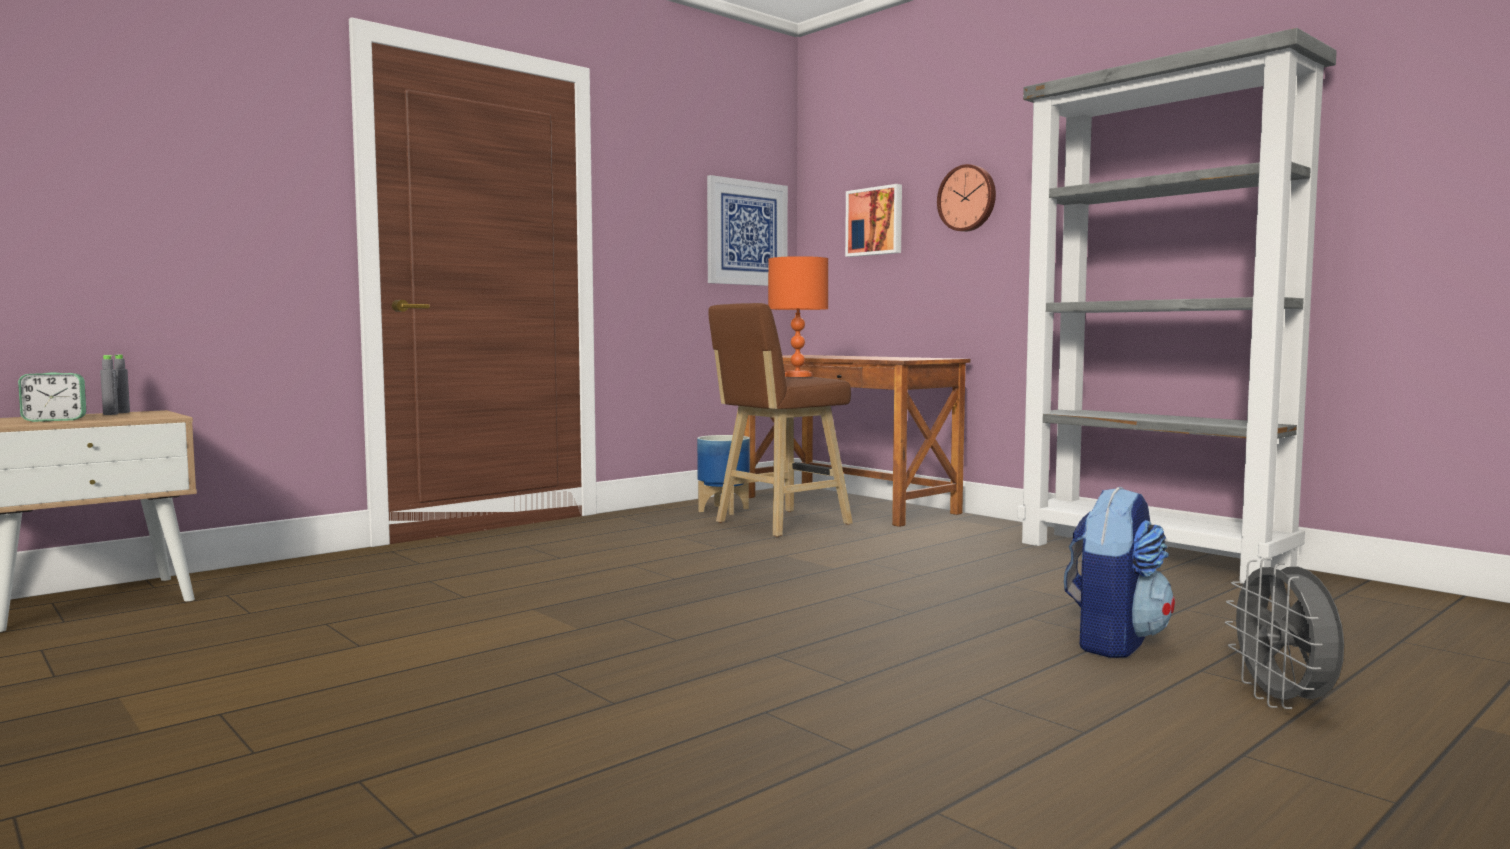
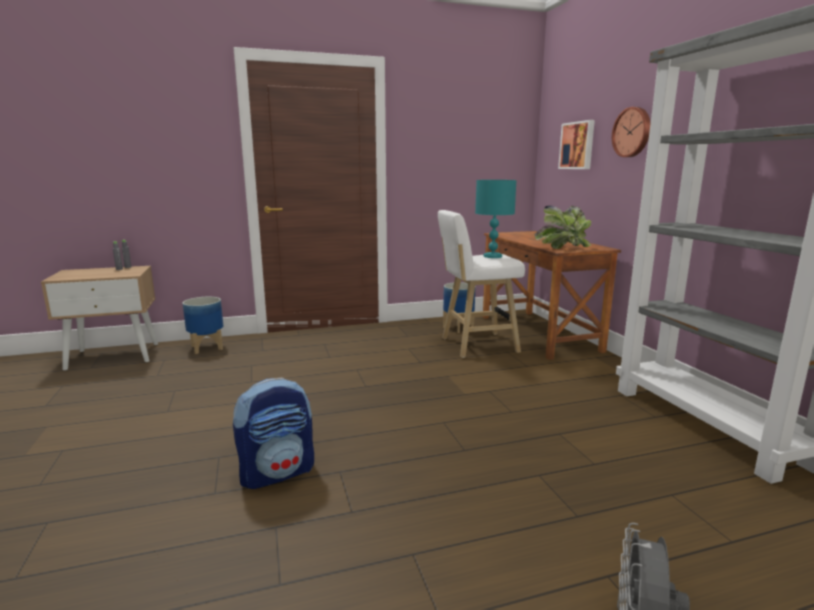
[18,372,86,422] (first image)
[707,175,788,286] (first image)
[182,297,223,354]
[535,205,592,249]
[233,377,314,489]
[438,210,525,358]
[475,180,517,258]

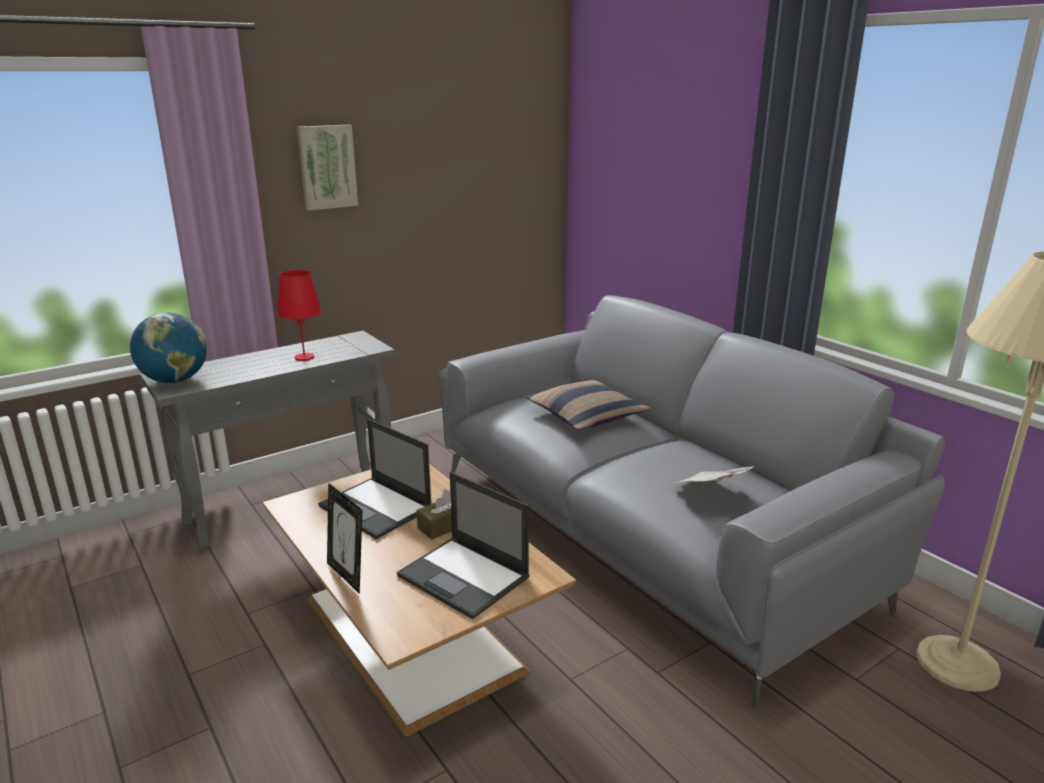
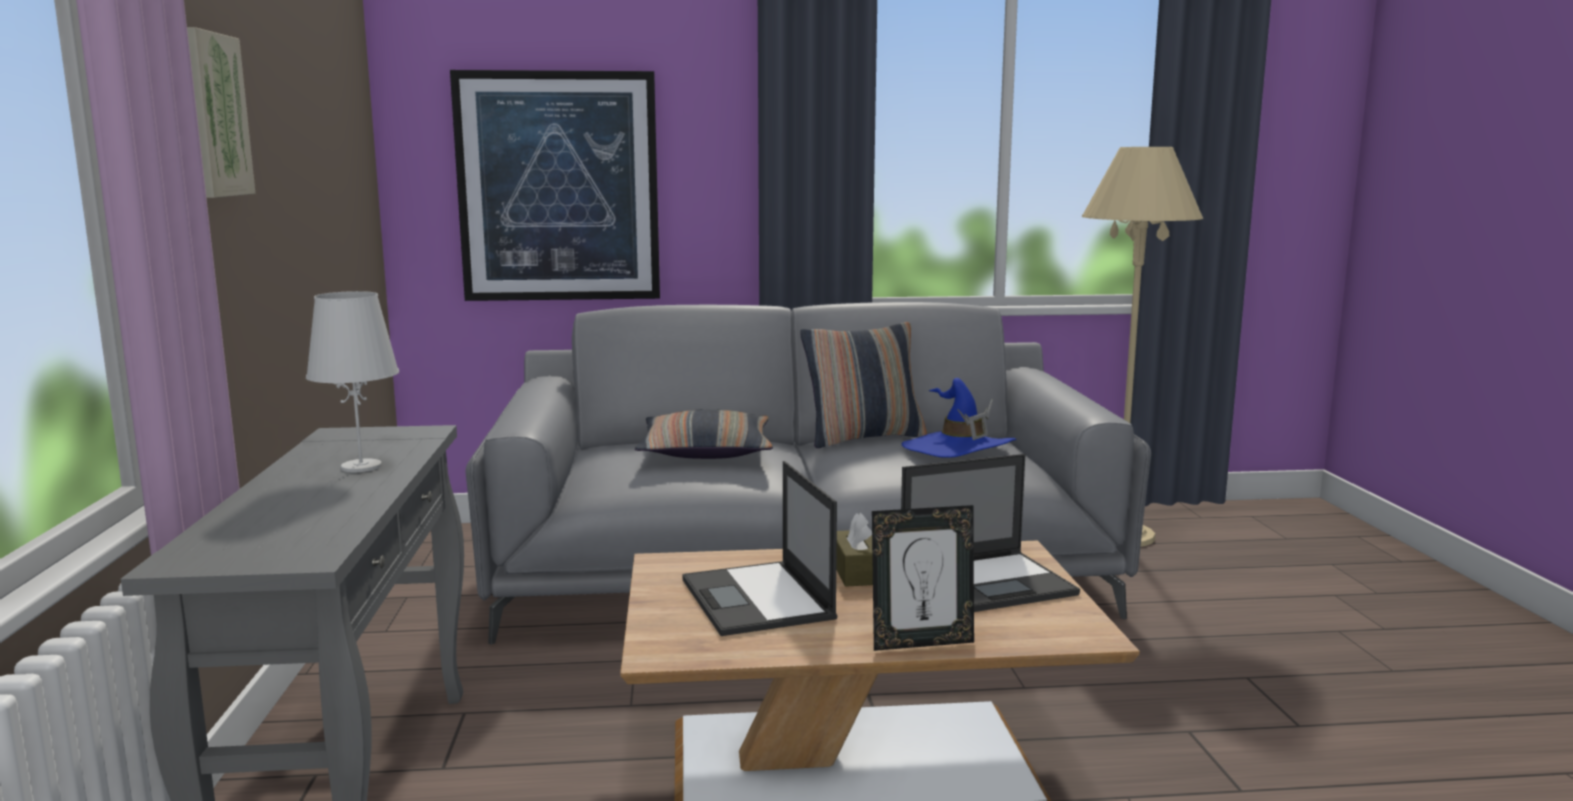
[130,312,207,383] (first image)
[450,70,660,301]
[800,322,927,448]
[902,378,1016,458]
[306,291,399,472]
[682,461,837,636]

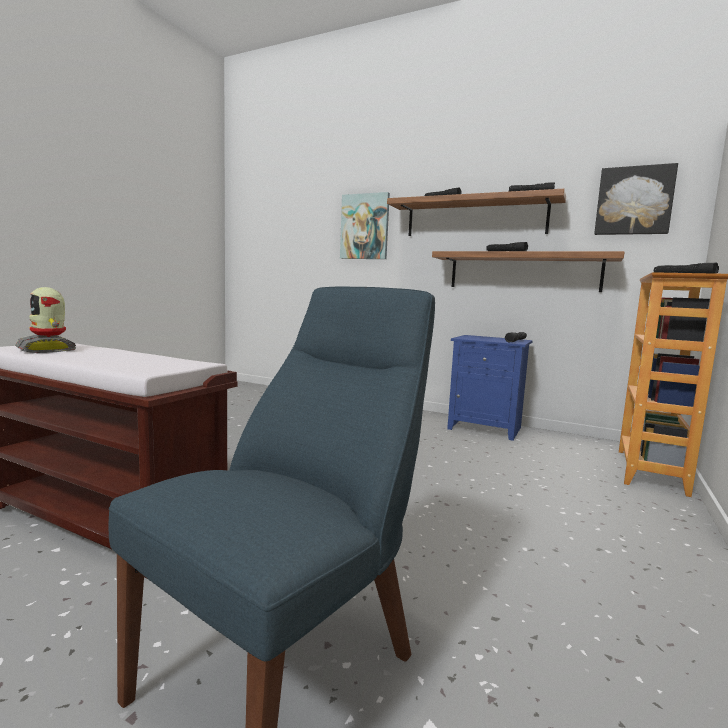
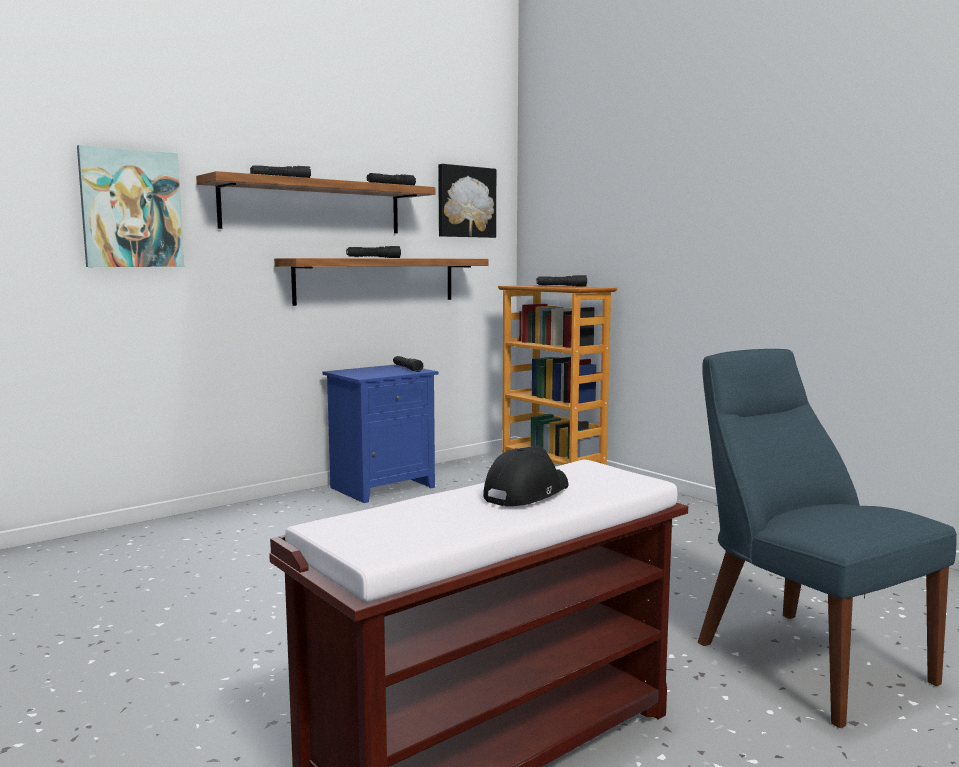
[15,287,77,353] (first image)
[483,445,568,506]

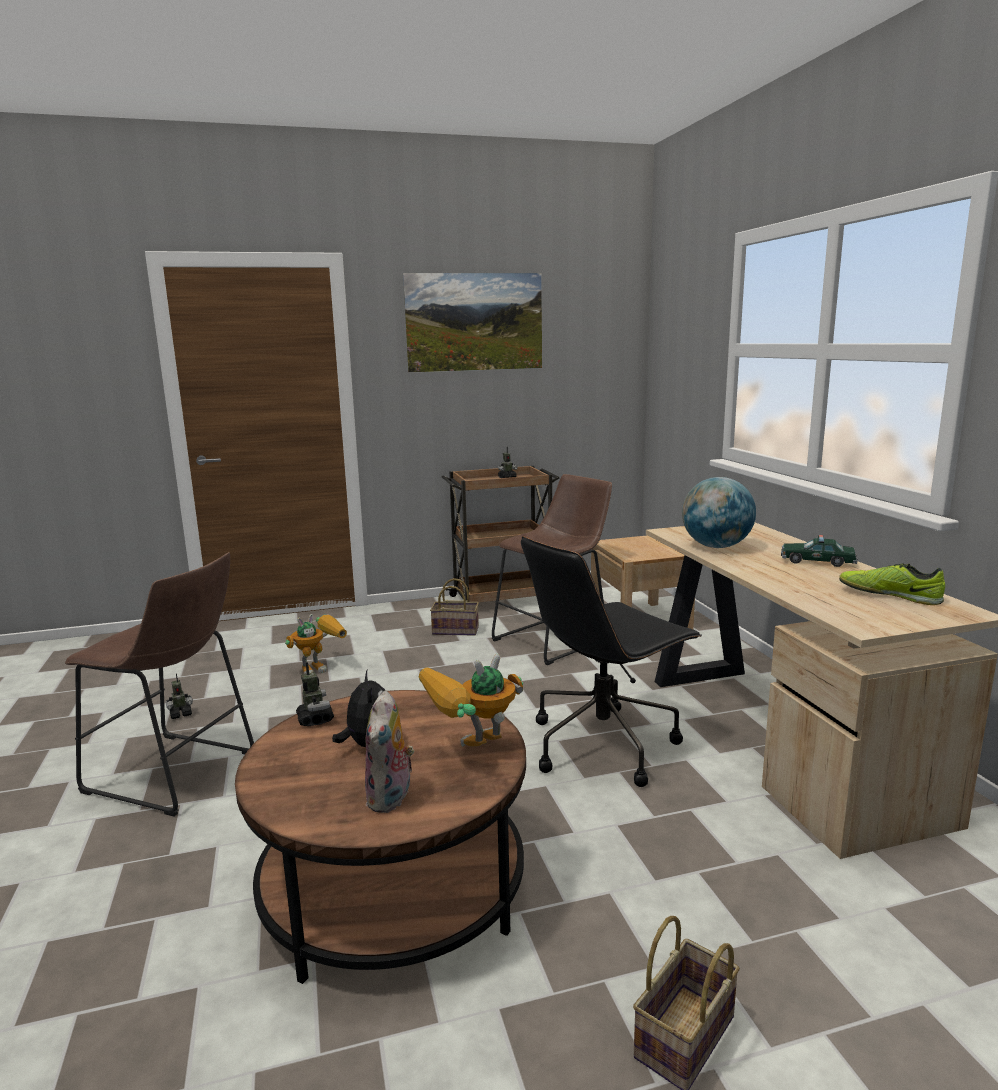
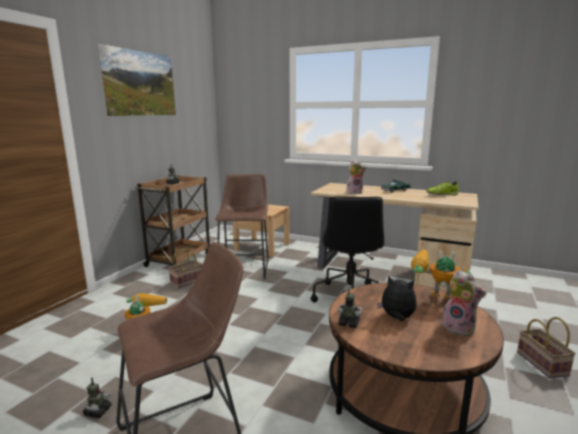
[346,160,366,194]
[411,250,470,299]

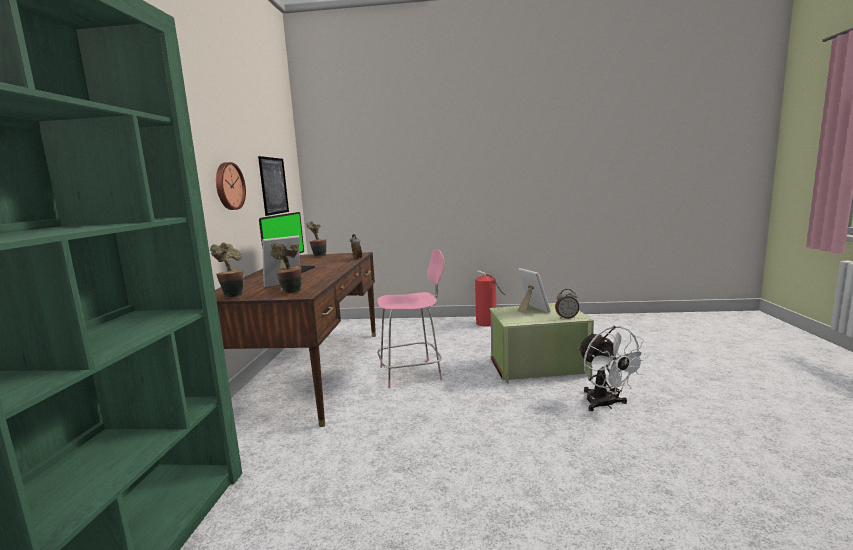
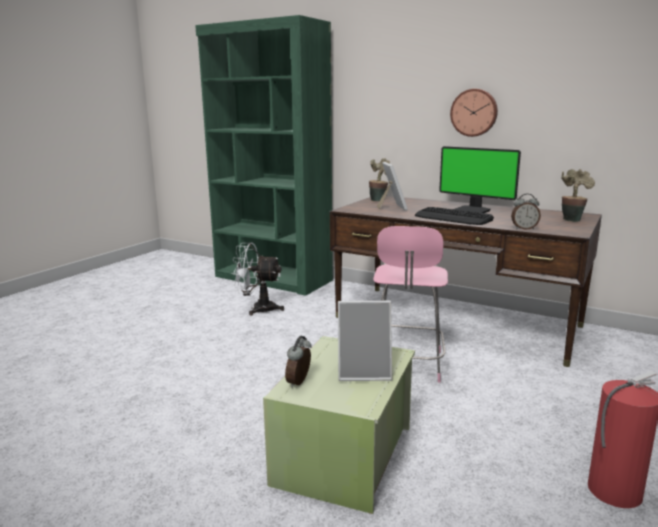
[258,156,289,216] (first image)
[270,241,302,293] (first image)
[415,207,494,225]
[232,242,284,316]

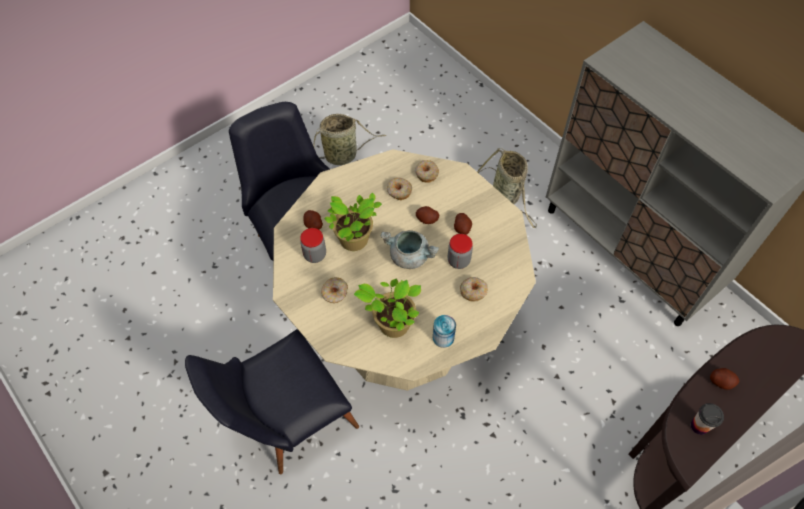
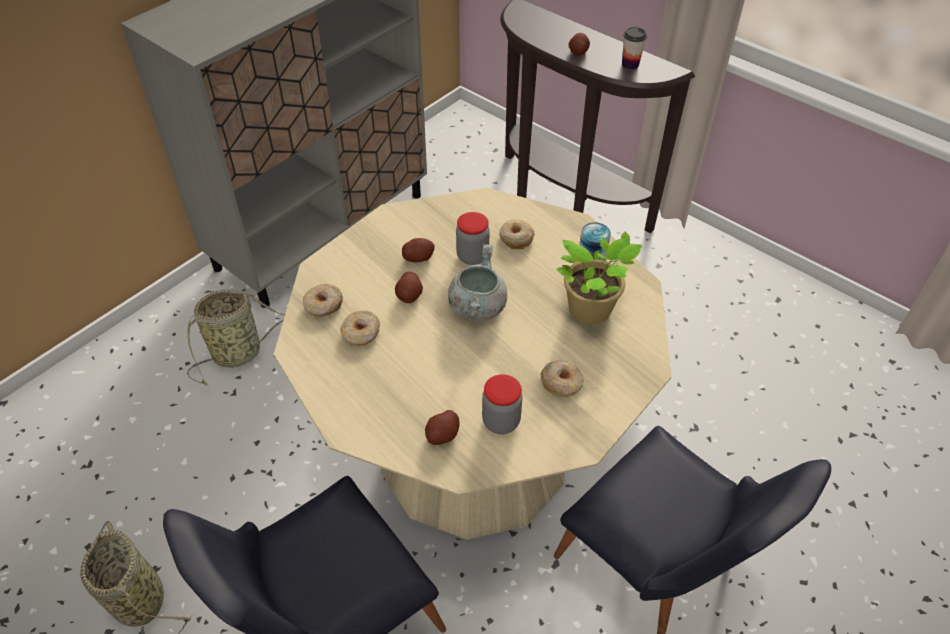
[324,192,382,251] (first image)

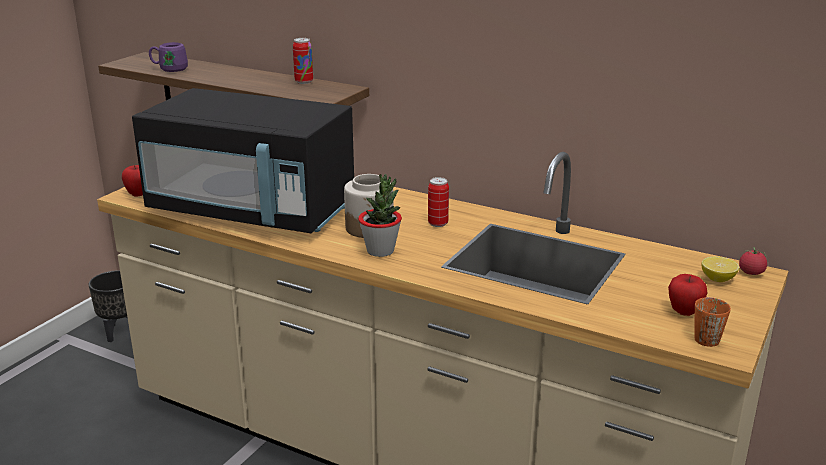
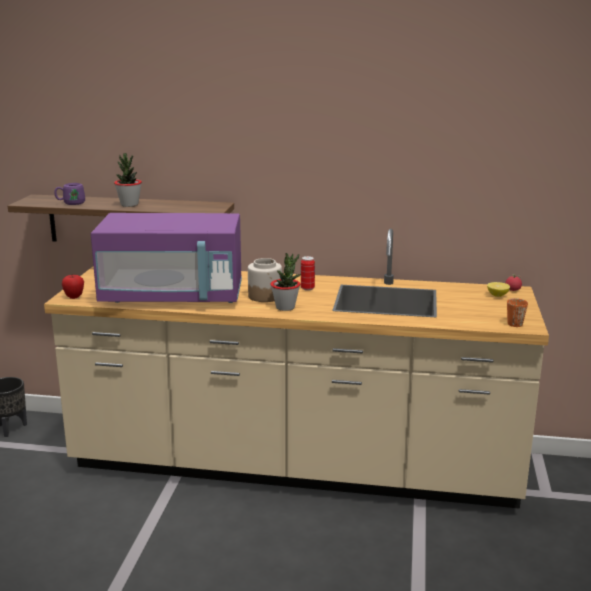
[293,38,313,84] (first image)
[668,274,707,316] (first image)
[114,153,142,207]
[91,213,242,303]

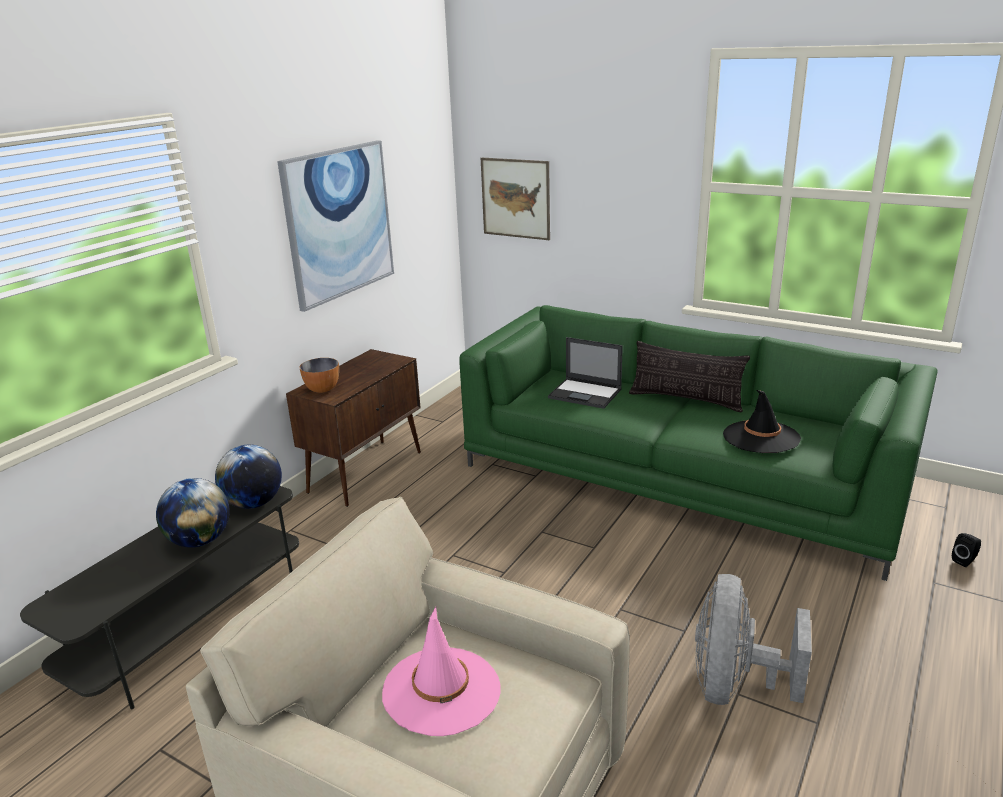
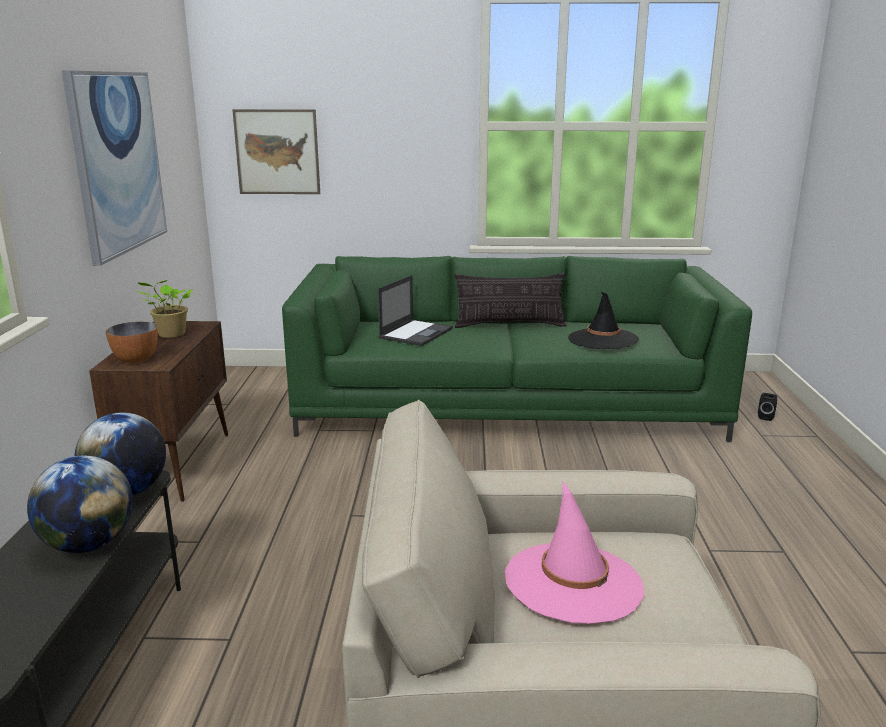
[695,574,812,705] (first image)
[135,280,193,338]
[378,275,453,346]

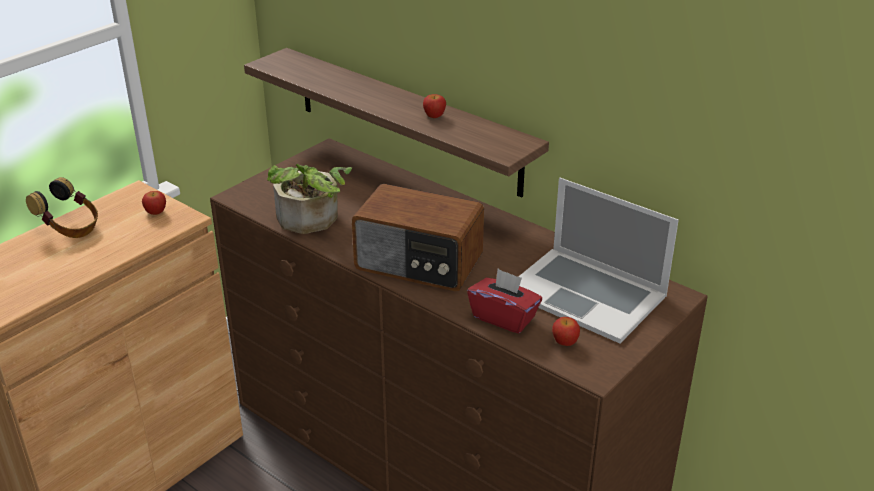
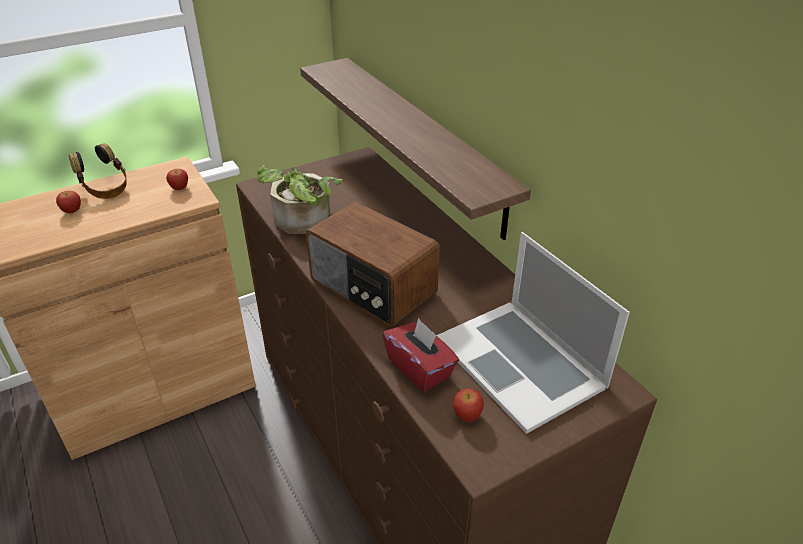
[56,191,81,213]

